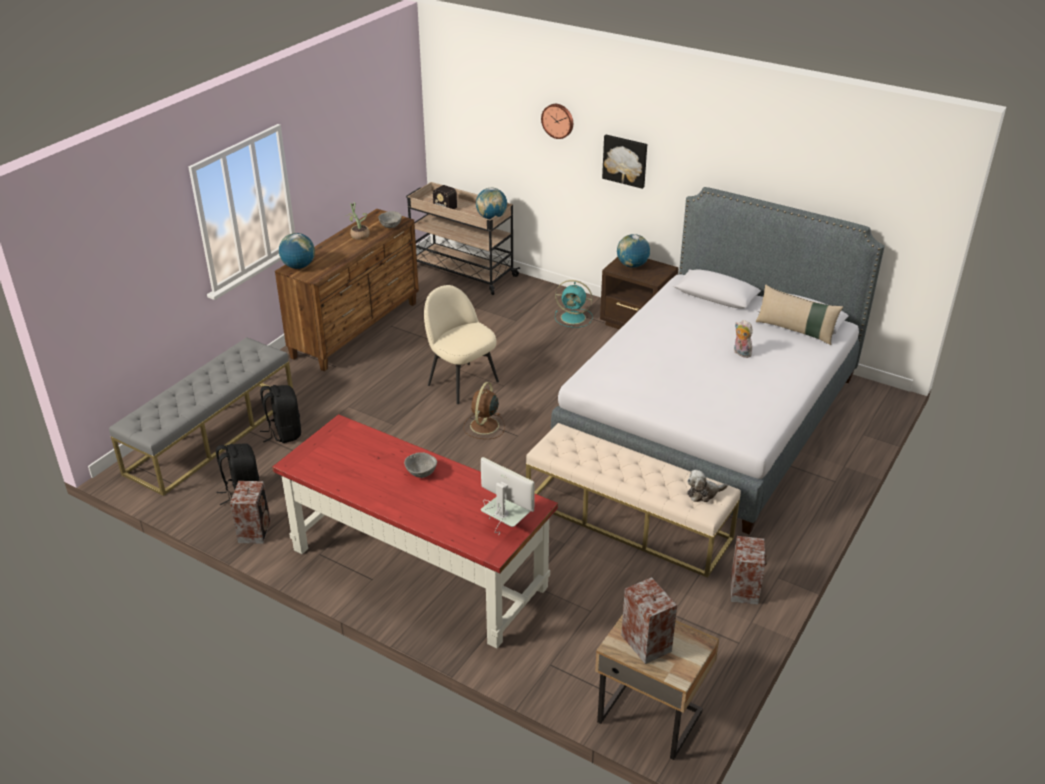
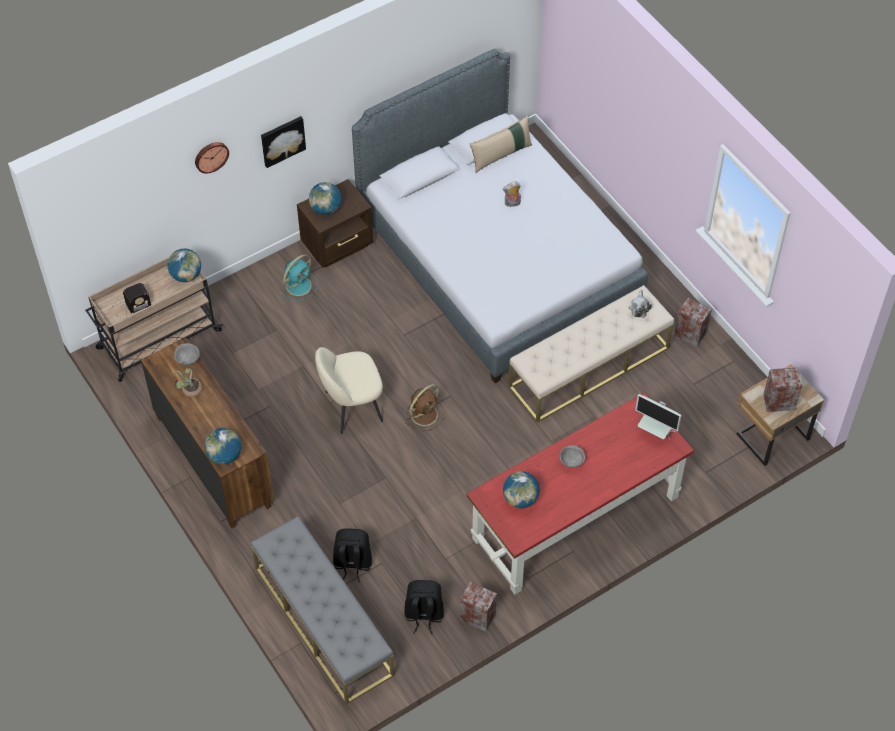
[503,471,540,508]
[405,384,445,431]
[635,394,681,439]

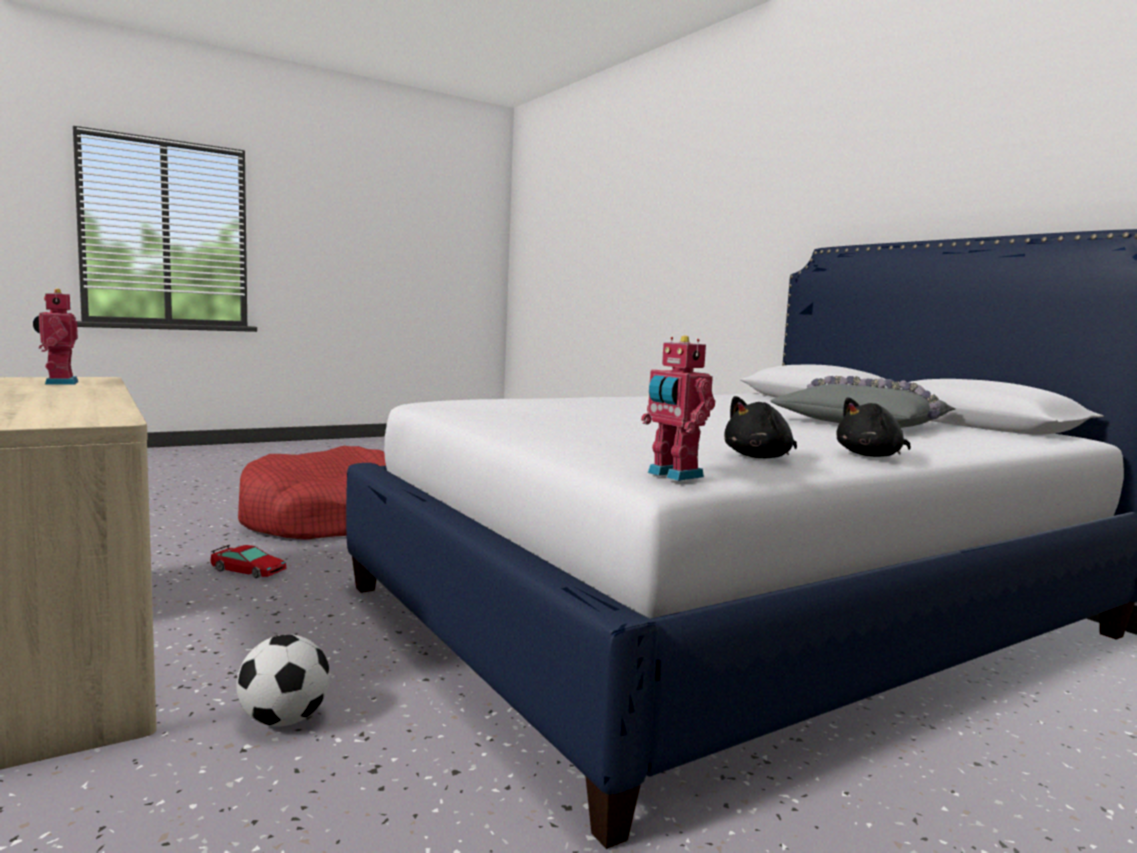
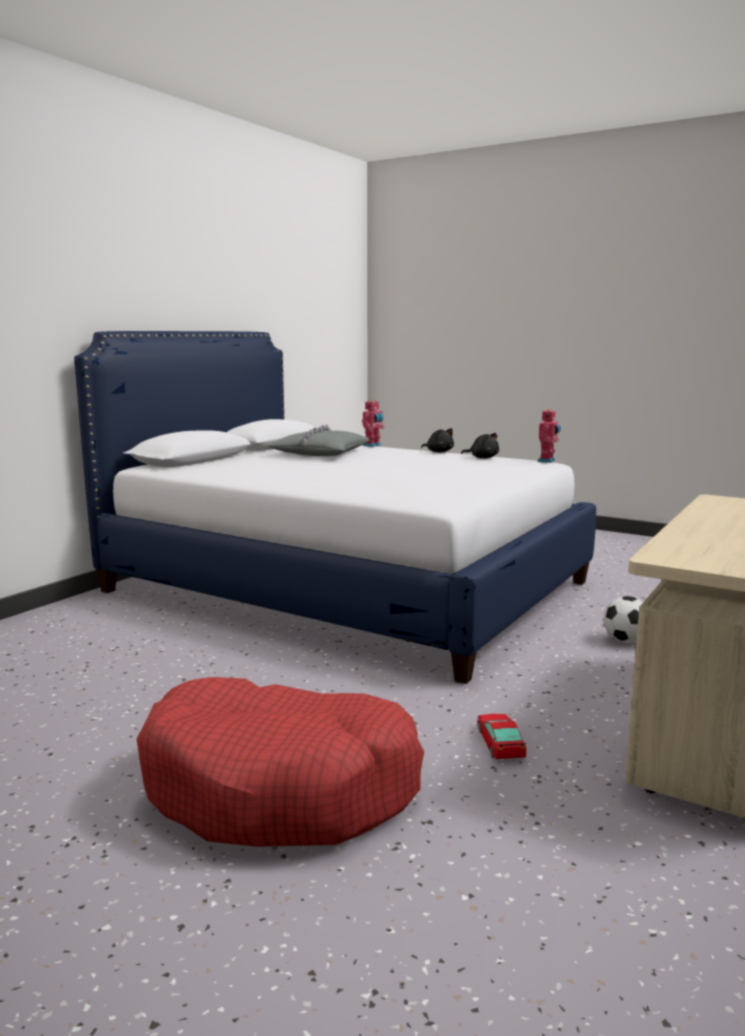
[362,399,384,447]

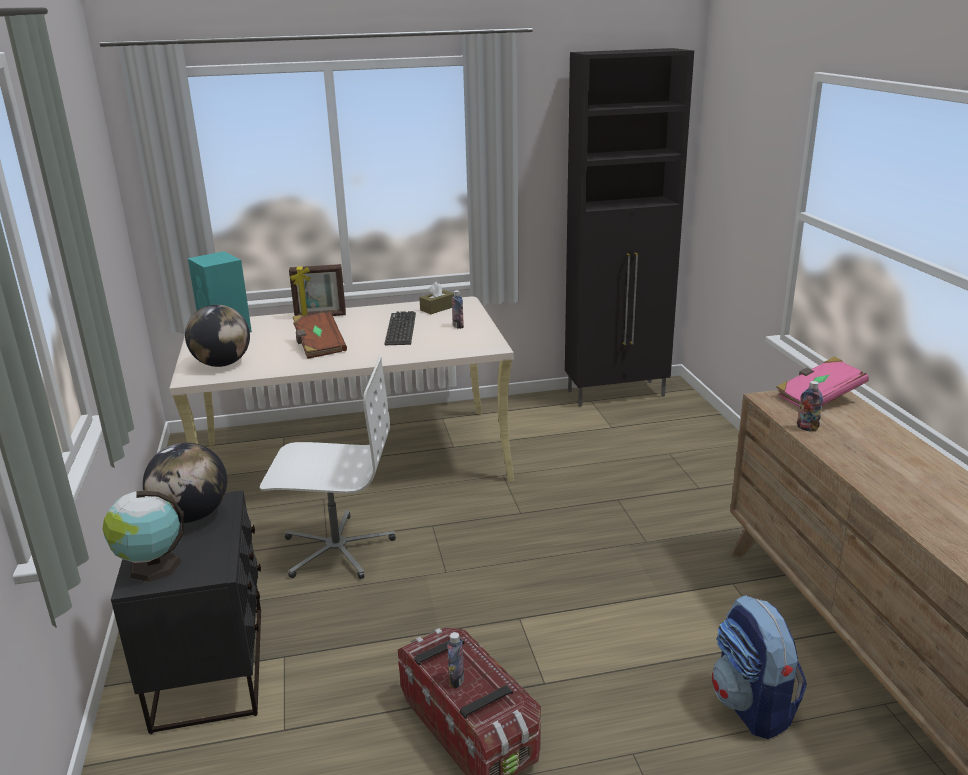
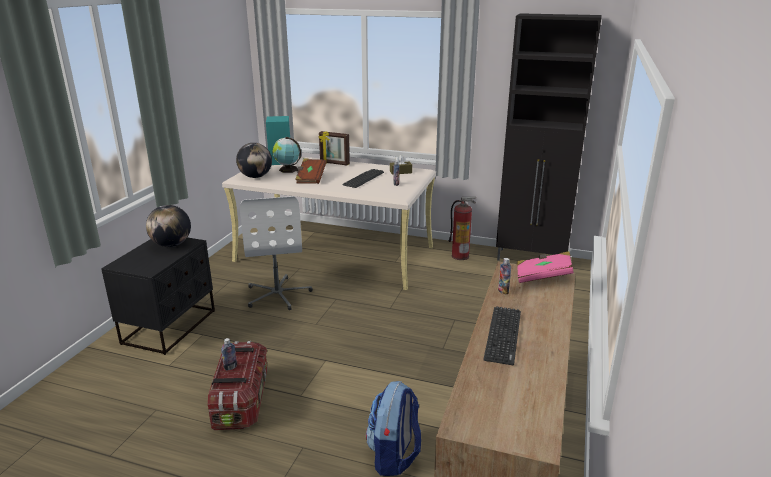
[449,197,476,260]
[483,306,521,365]
[272,137,301,173]
[240,196,313,310]

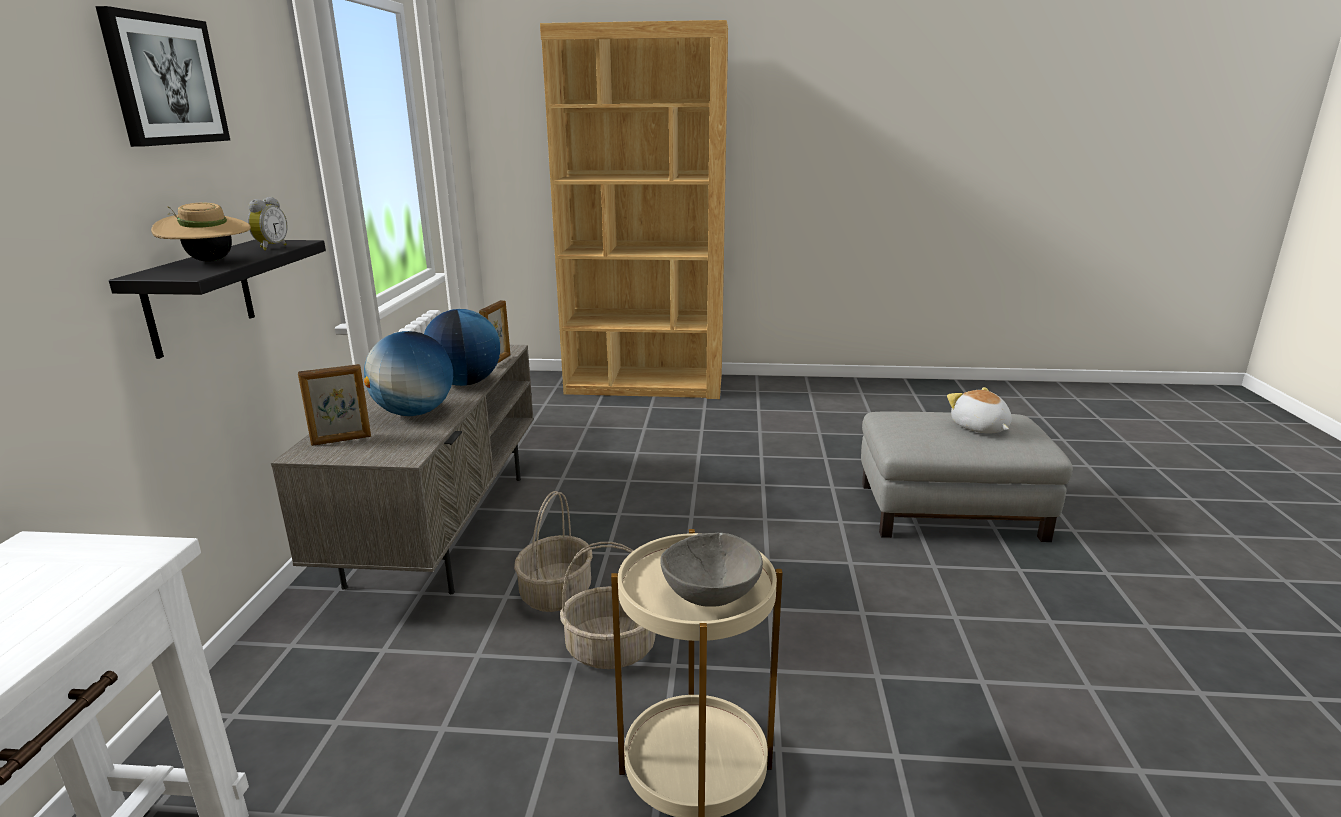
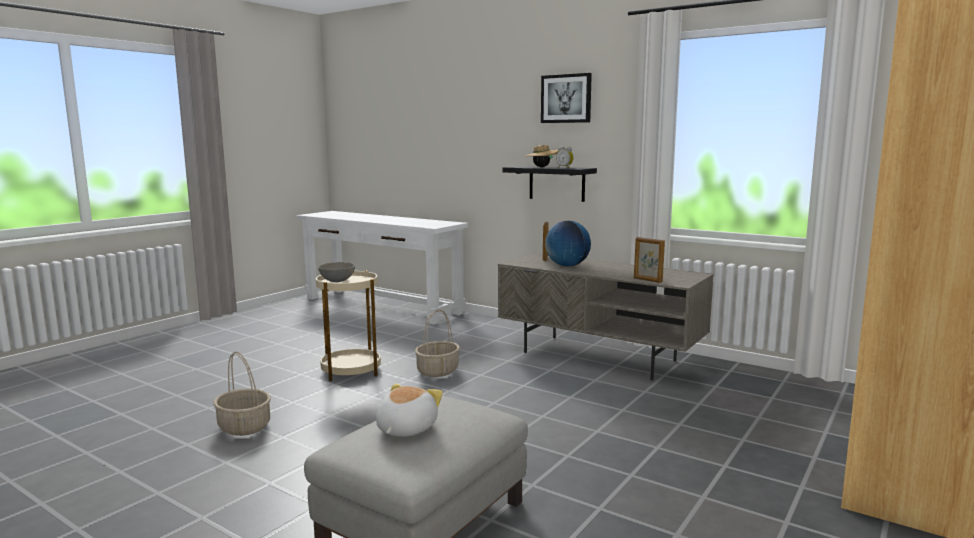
[424,309,500,386] (first image)
[213,351,271,436]
[376,383,443,437]

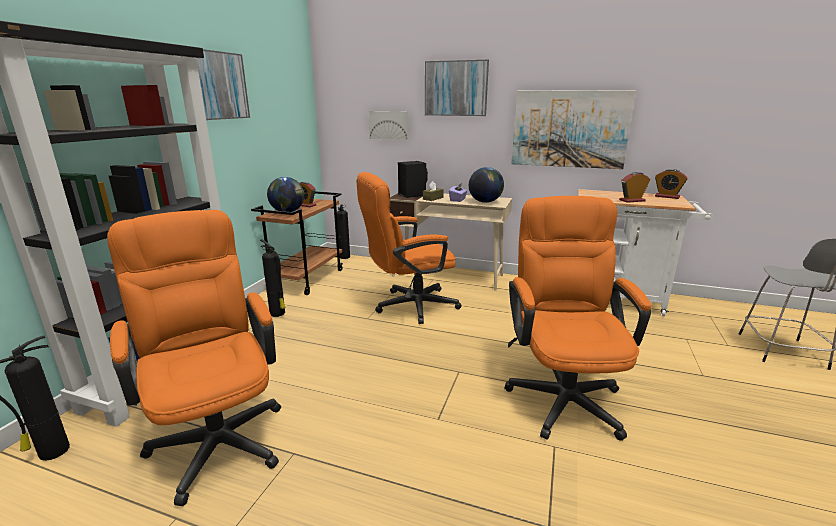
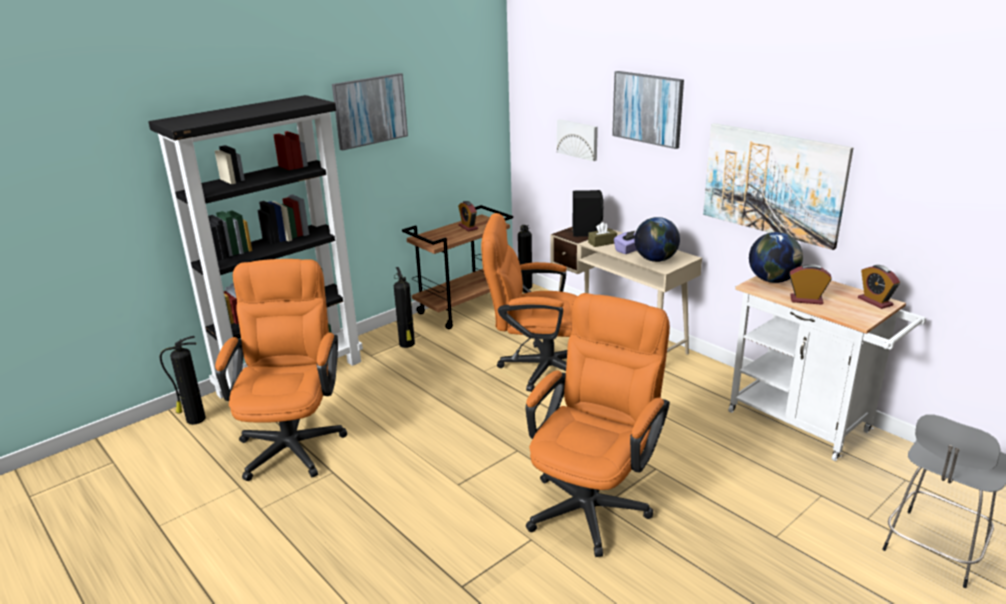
[749,232,803,283]

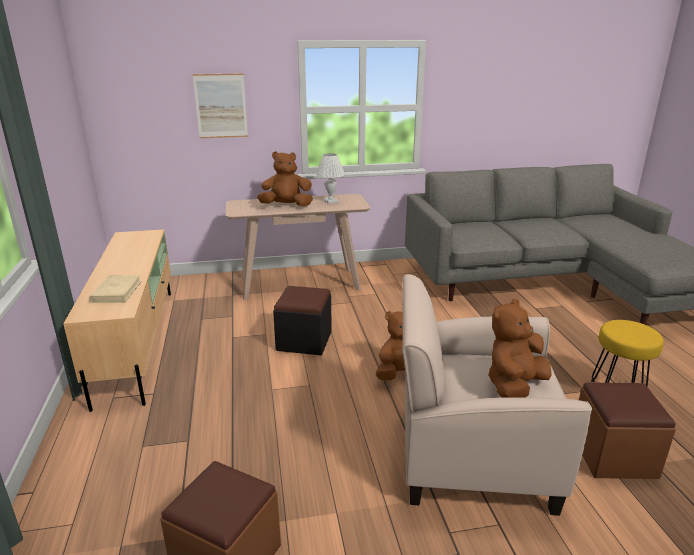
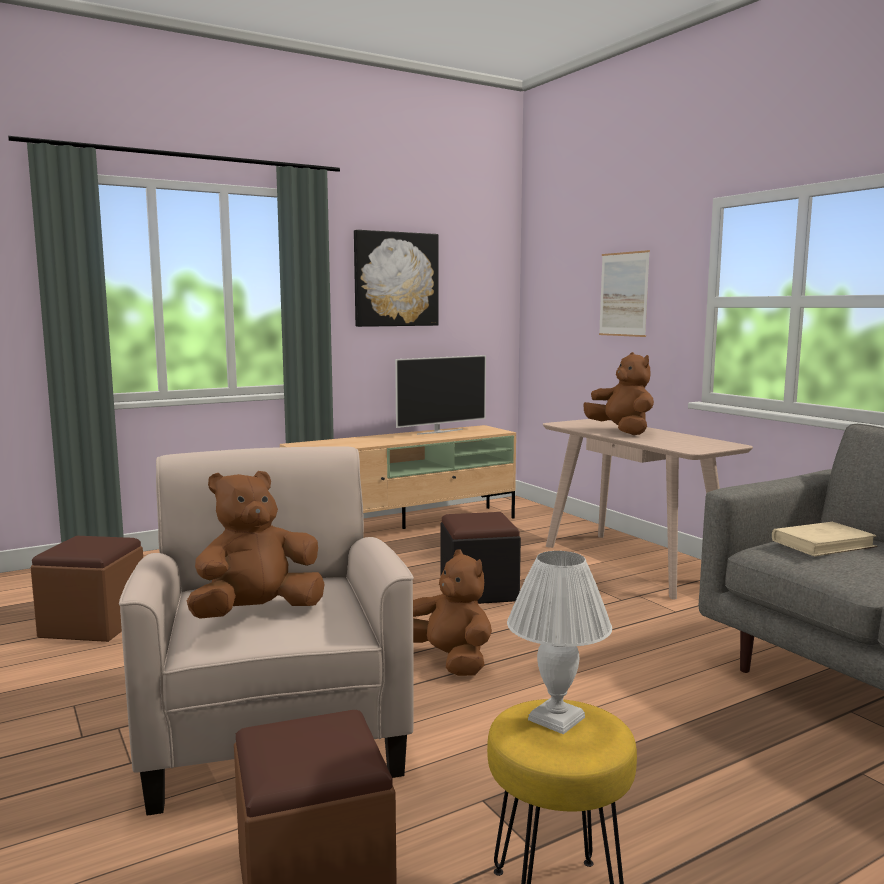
[354,230,439,327]
[395,355,486,435]
[772,522,877,556]
[507,551,612,734]
[187,471,324,619]

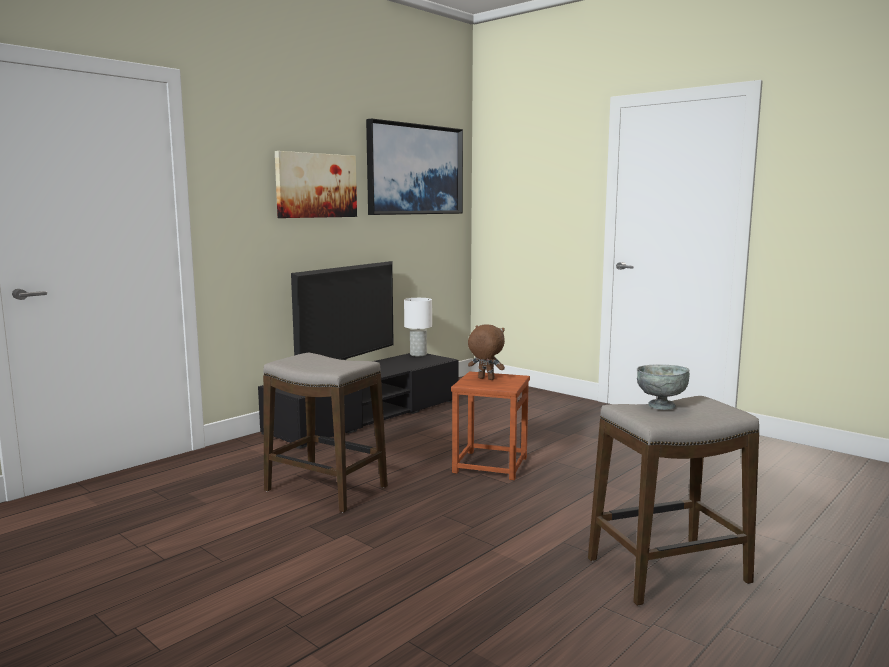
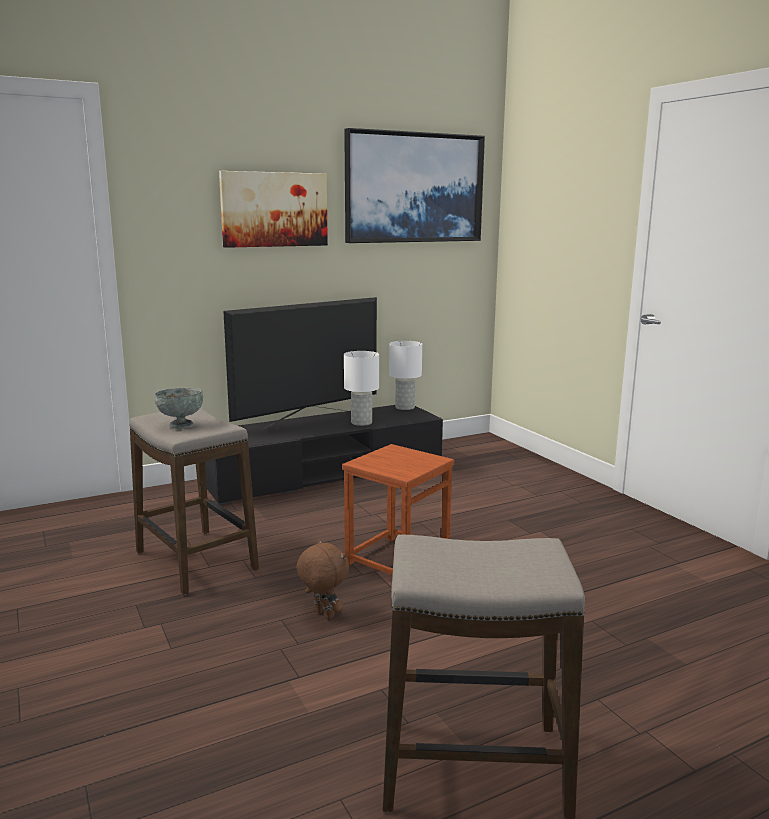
[344,351,379,426]
[296,539,349,620]
[155,388,203,429]

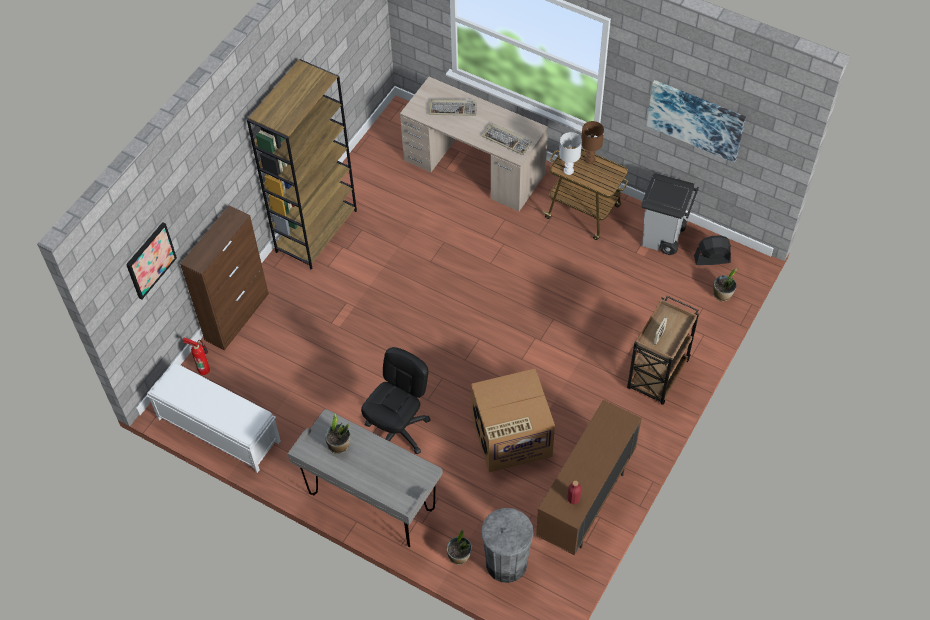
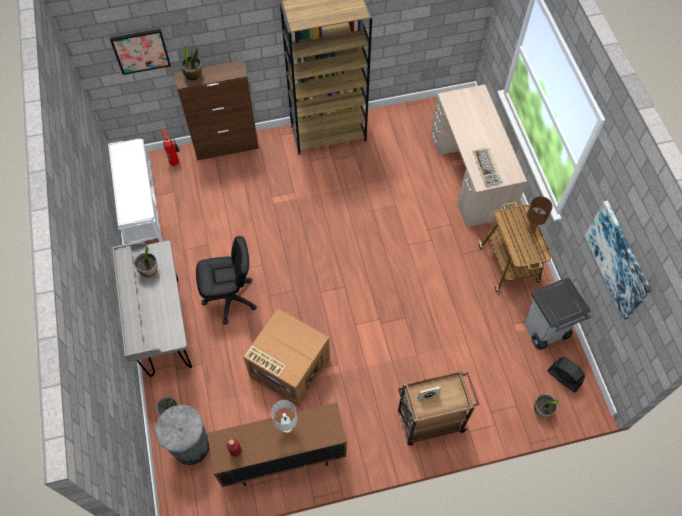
[429,99,477,116] (first image)
[181,44,202,82]
[271,400,297,433]

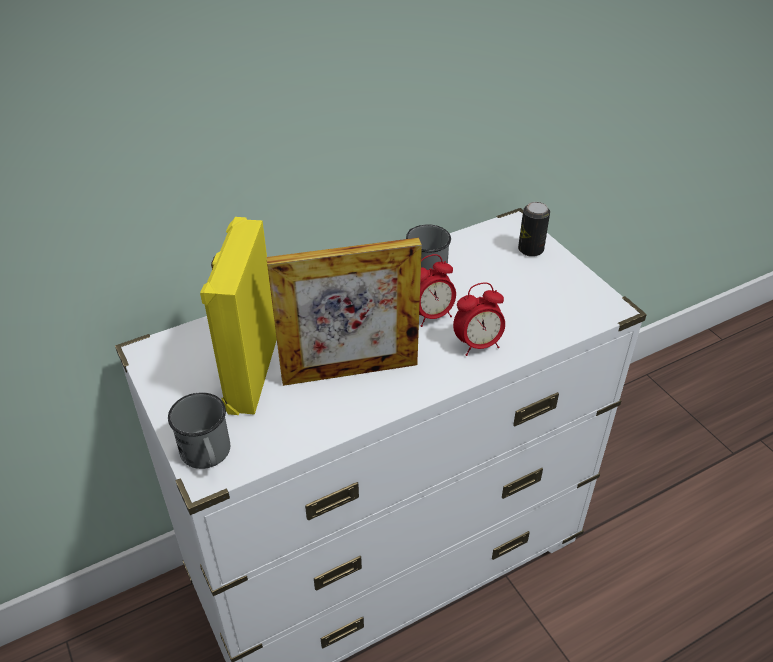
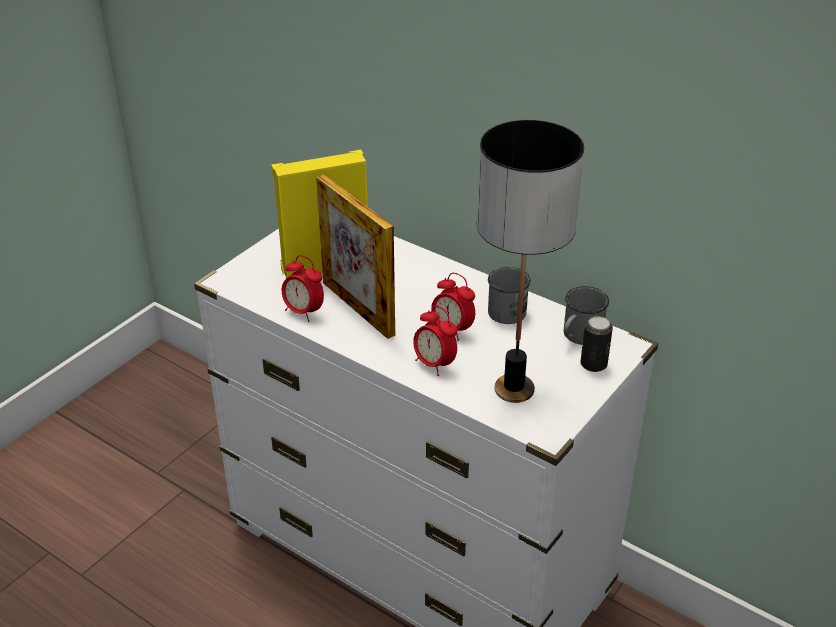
[282,255,324,322]
[476,120,584,403]
[564,286,609,345]

